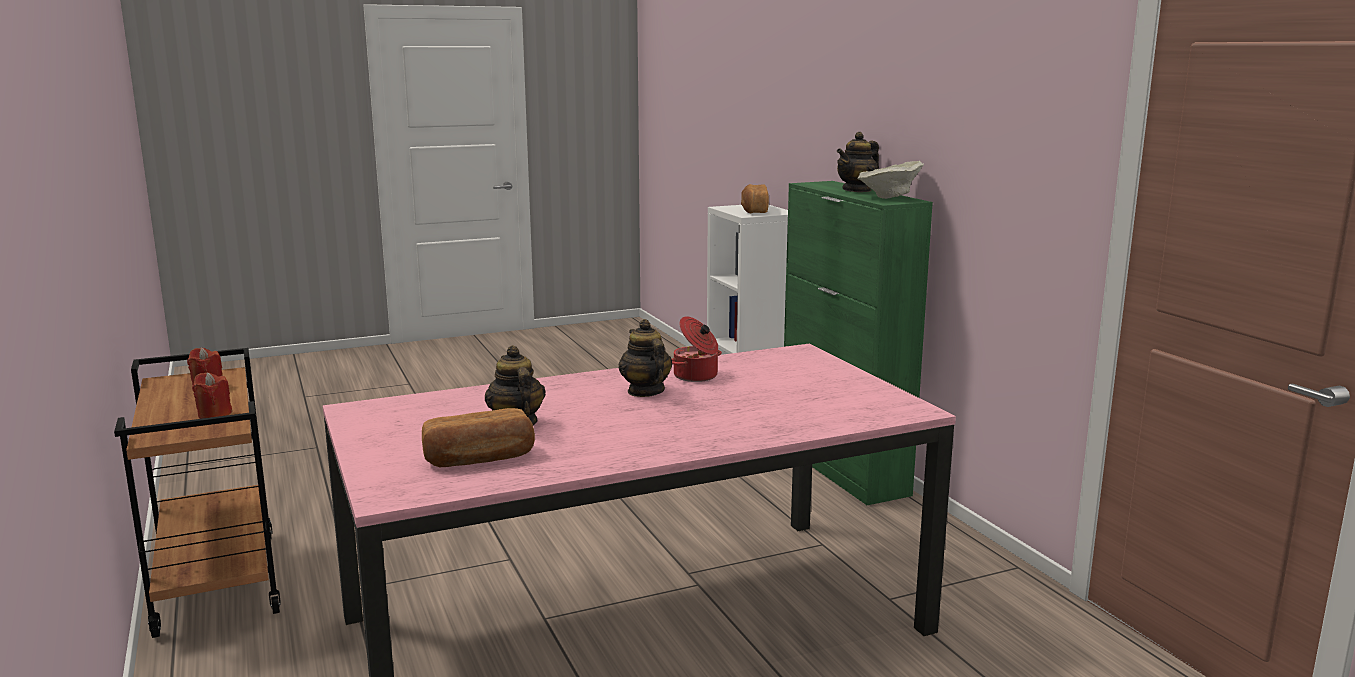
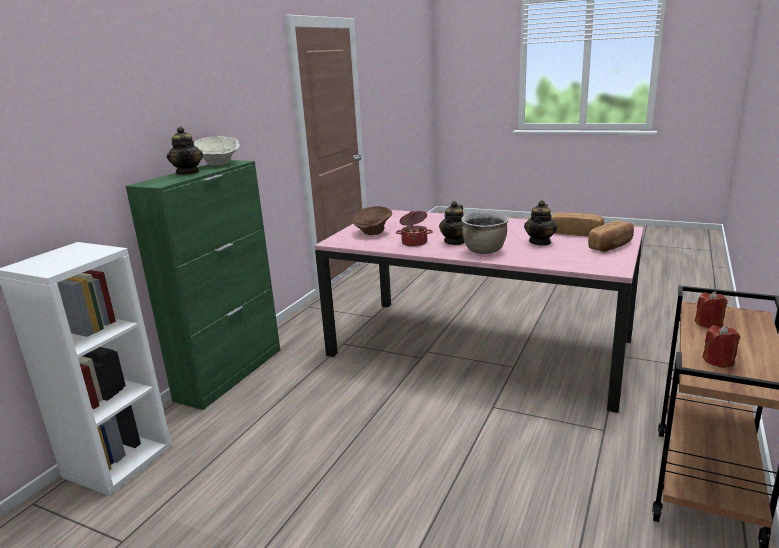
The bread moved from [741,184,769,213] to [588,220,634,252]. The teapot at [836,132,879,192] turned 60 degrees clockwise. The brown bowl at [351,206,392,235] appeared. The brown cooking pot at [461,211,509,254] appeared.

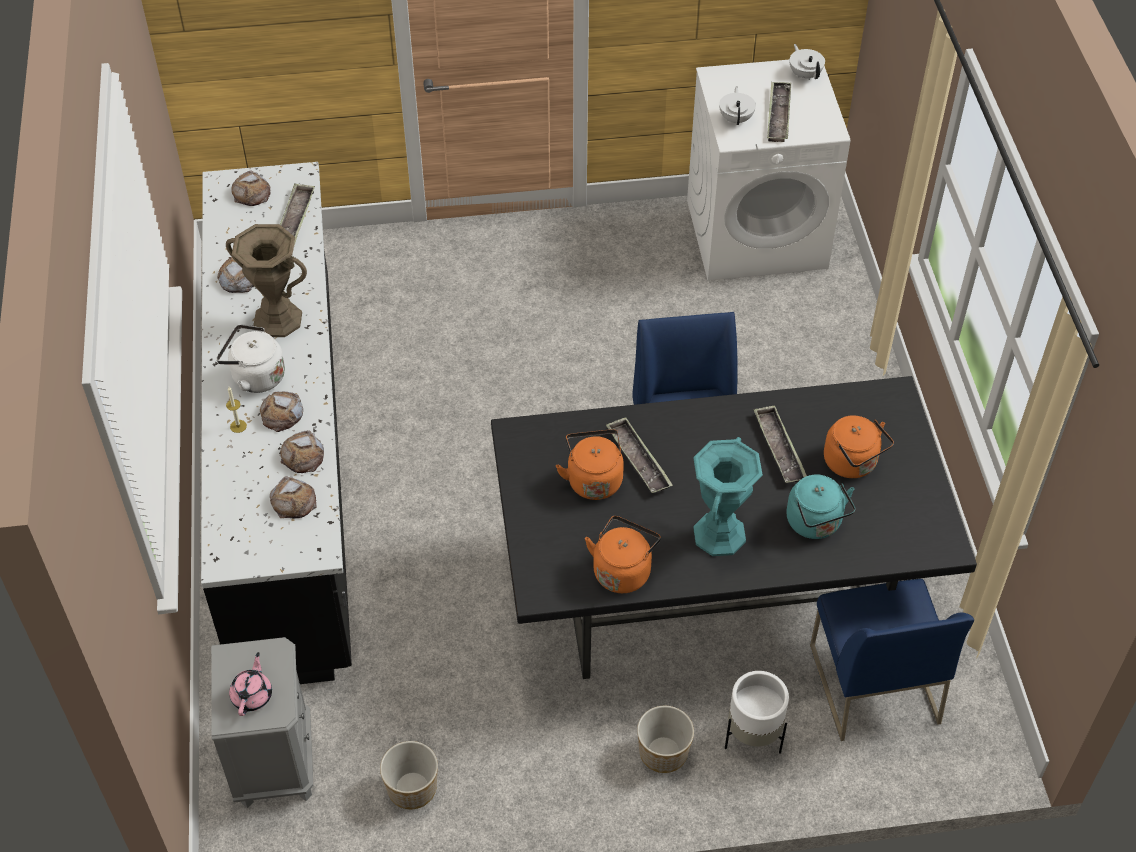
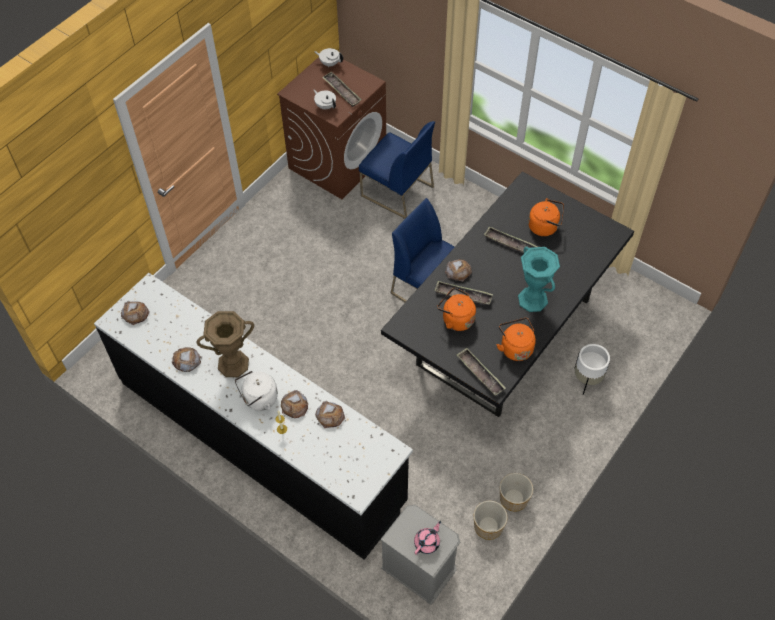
The pink teapot at [229,652,272,716] turned 75 degrees clockwise. The bread moved from [270,476,317,518] to [445,259,472,281]. The tray moved from [280,183,315,246] to [456,348,506,396]. The planter moved from [637,706,694,773] to [500,473,533,512]. The white washing machine at [687,59,851,280] became the brown washing machine at [277,57,386,199]. The turquoise kettle at [786,474,856,539] disappeared. The blue chair moved from [810,579,974,741] to [359,121,435,219].

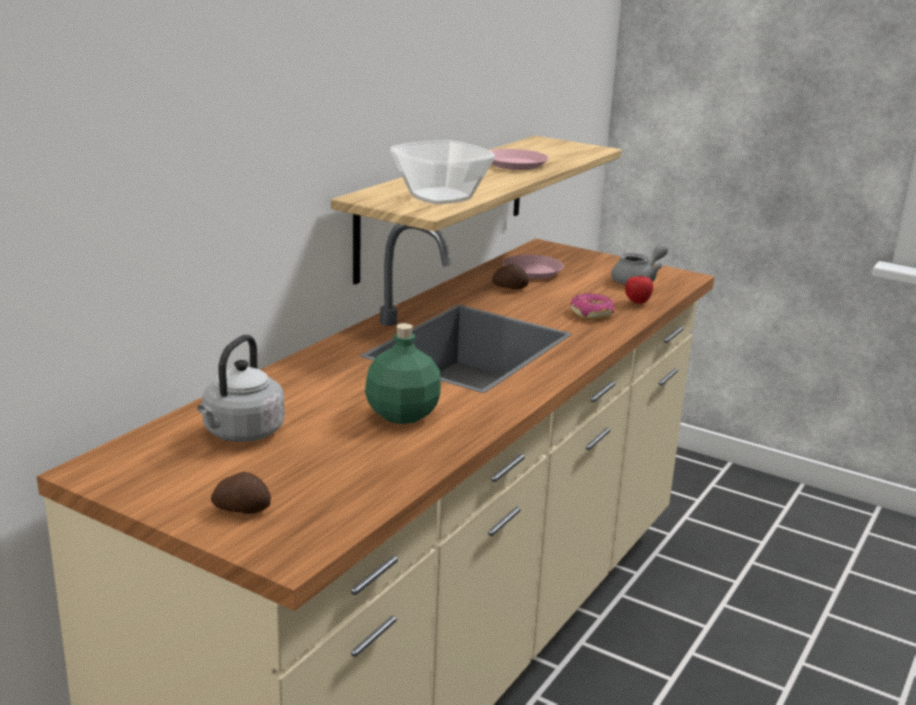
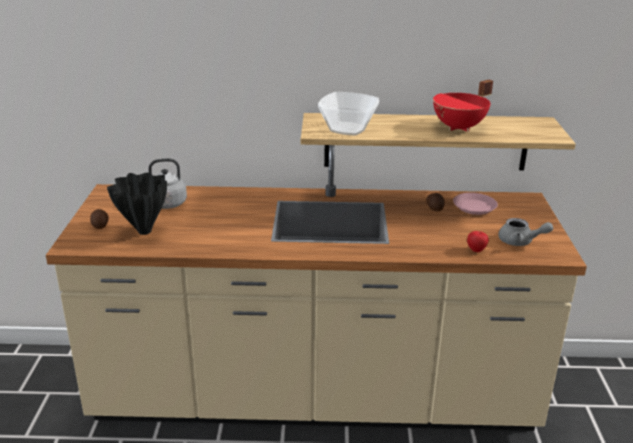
The green bottle at [365,323,441,424] disappeared. The pink plate at [491,149,549,170] was replaced by the red cooking pot at [433,80,493,132]. The donut at [570,293,615,319] disappeared. The black vase at [107,173,167,235] appeared.

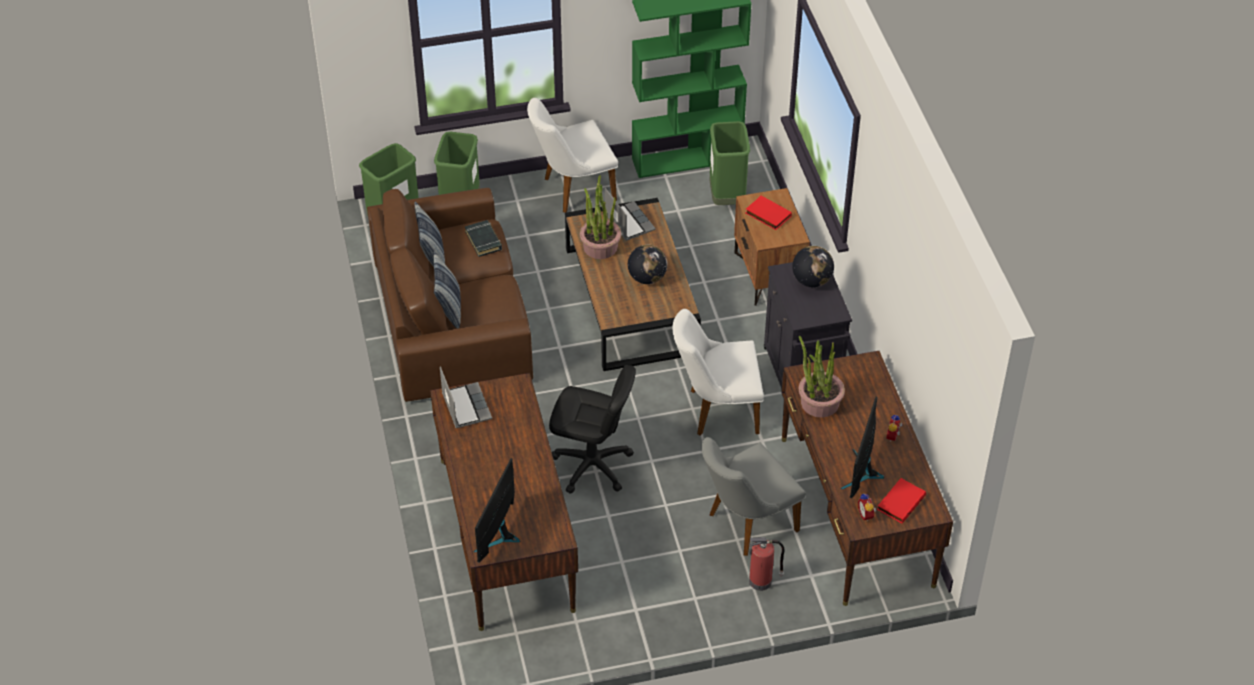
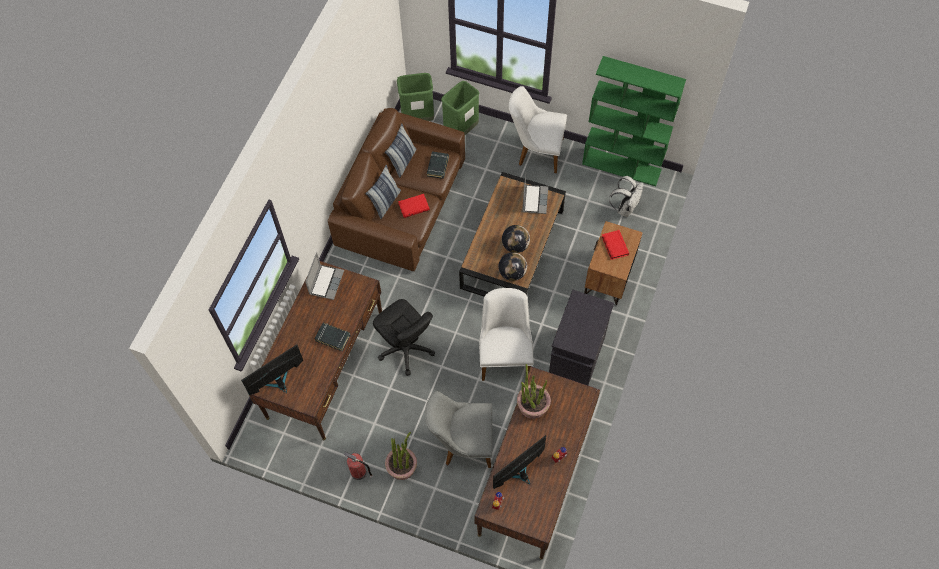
The potted plant moved from [580,175,621,259] to [385,432,417,480]. The white chair at [673,309,764,436] turned 60 degrees clockwise. The green trash can at [710,121,750,205] was replaced by the white backpack at [609,176,643,217]. The fire extinguisher moved from [749,537,784,591] to [344,452,373,480]. The globe moved from [792,246,834,287] to [499,252,527,281]. The red book moved from [877,478,926,524] to [398,194,430,218]. The black book at [314,323,351,351] appeared.

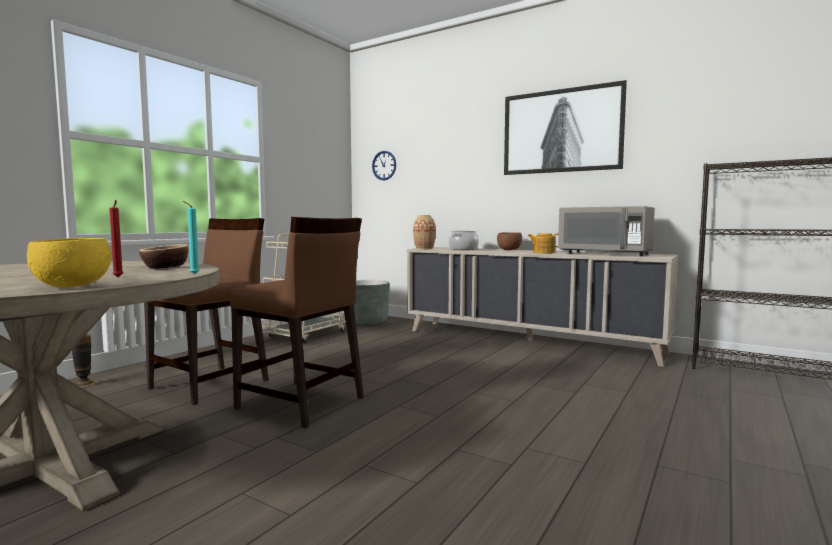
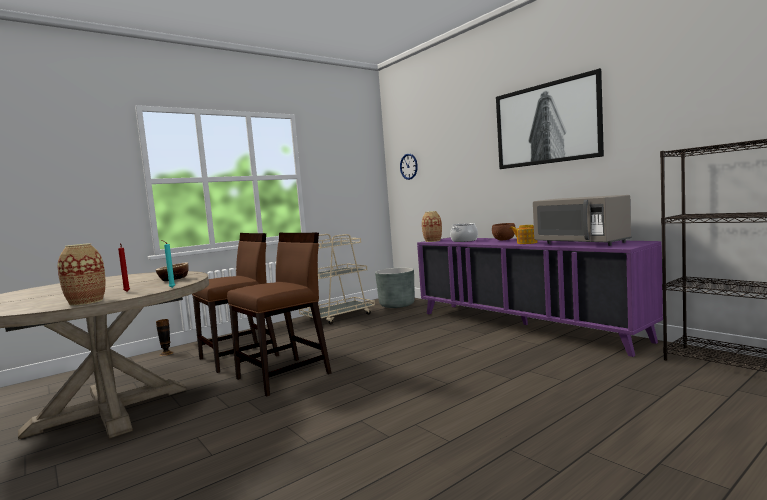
The yellow bowl at [27,238,111,288] was replaced by the vase at [58,243,106,306]. The brown chair at [229,217,364,429] turned 90 degrees counterclockwise. The beige cabinet at [407,247,678,367] became the purple cabinet at [417,237,663,357].

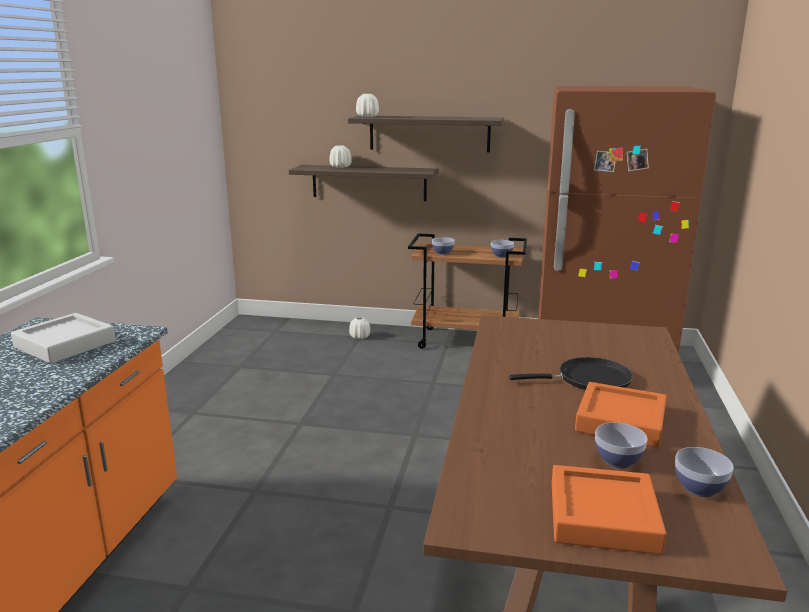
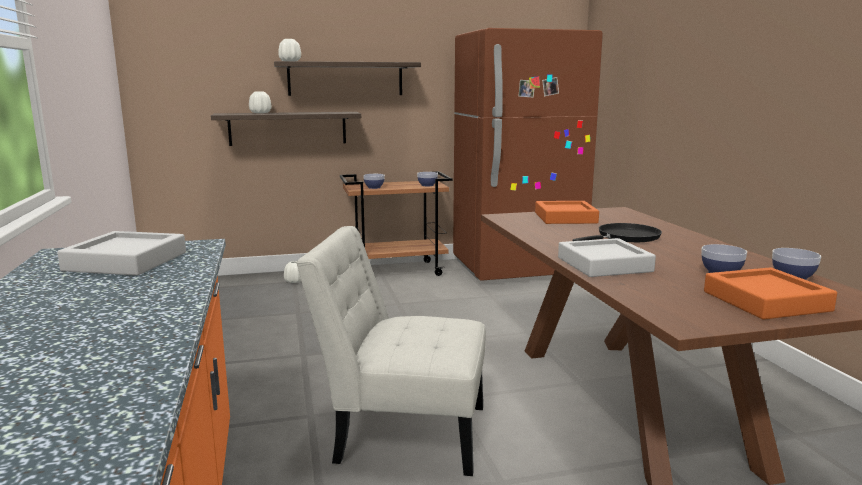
The orange tray moved from [575,382,667,447] to [535,201,599,224]. The white chair at [296,226,486,476] appeared. The grey tray at [558,238,656,277] appeared.

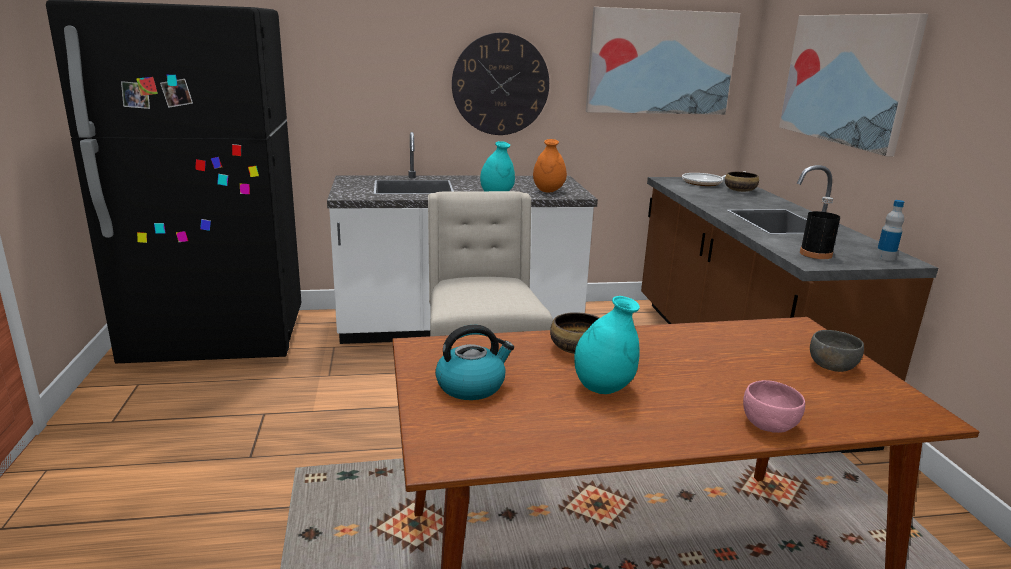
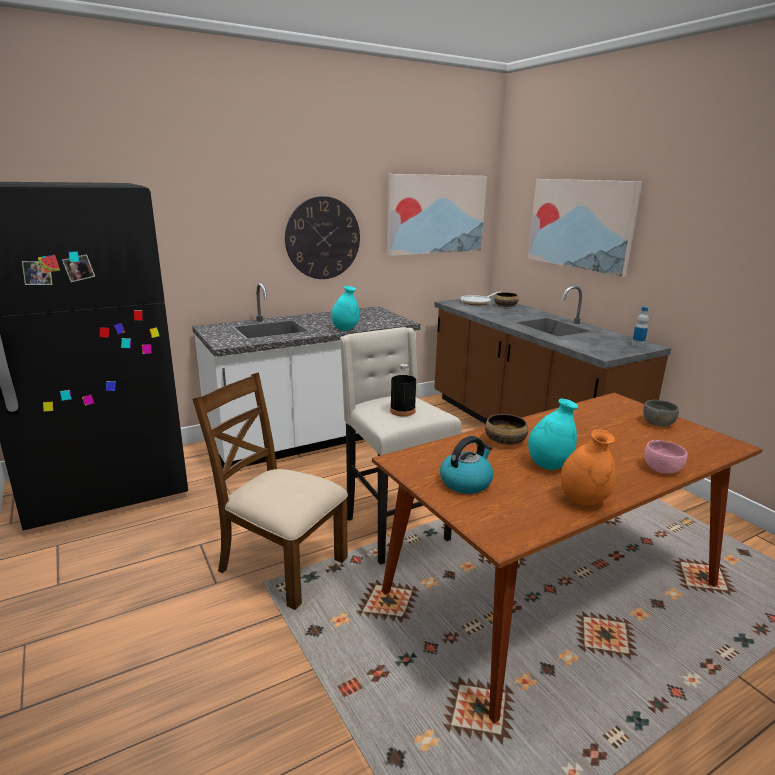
The orange vase moved from [533,139,567,193] to [561,430,616,506]. The black bottle moved from [800,197,840,259] to [390,364,416,416]. The brown chair at [193,372,348,610] appeared.

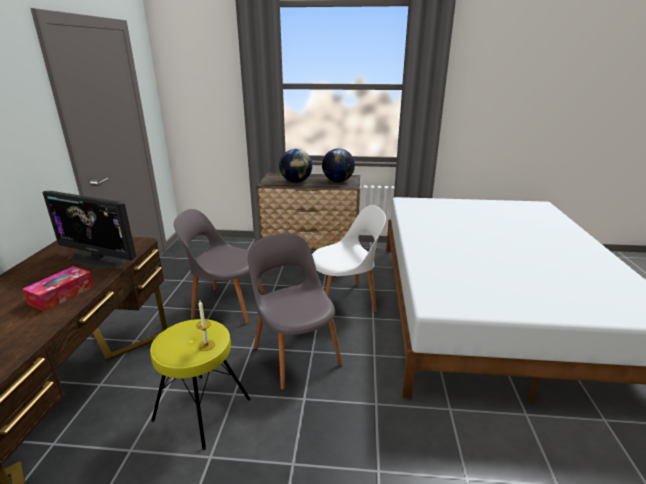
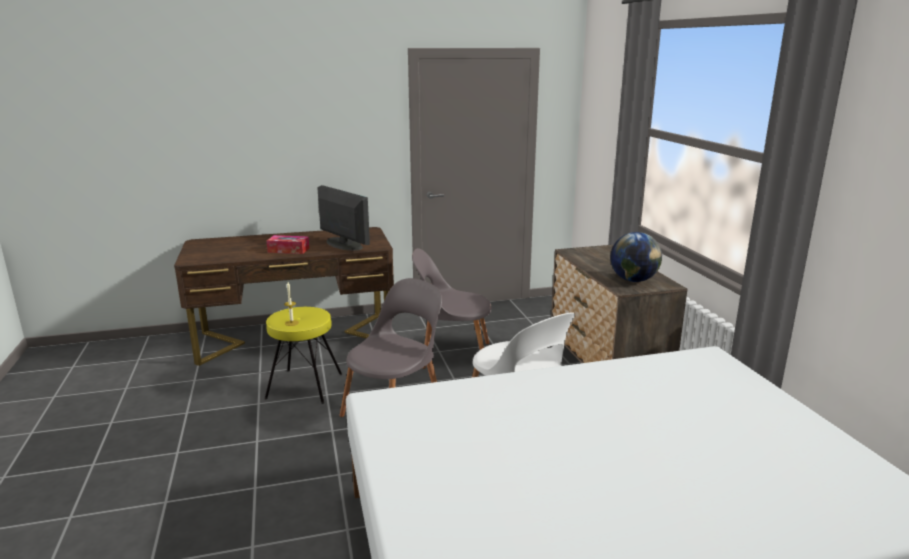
The monitor at [42,191,136,268] turned 135 degrees clockwise. The grey chair at [174,209,265,324] turned 75 degrees counterclockwise. The globe at [279,149,312,182] disappeared.

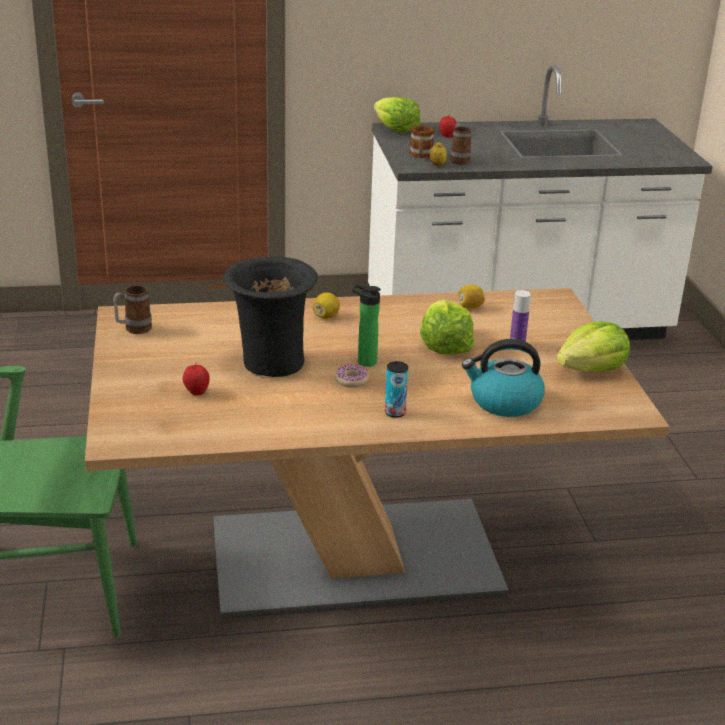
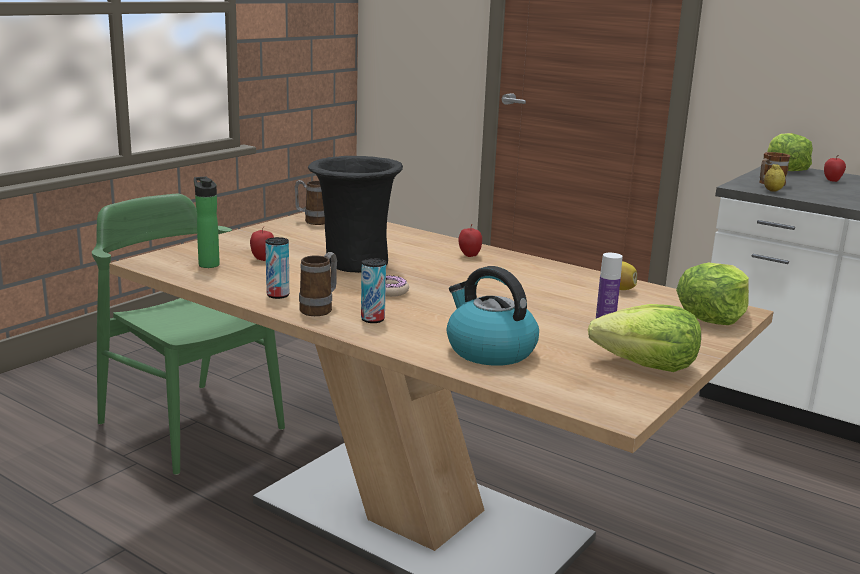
The lemon at [313,292,340,319] was replaced by the apple at [458,224,482,257]. The bottle moved from [352,284,381,367] to [194,177,220,268]. The lettuce moved from [420,299,474,355] to [676,263,749,325]. The mug moved from [450,123,472,164] to [299,252,337,316]. The can at [265,237,290,299] appeared.

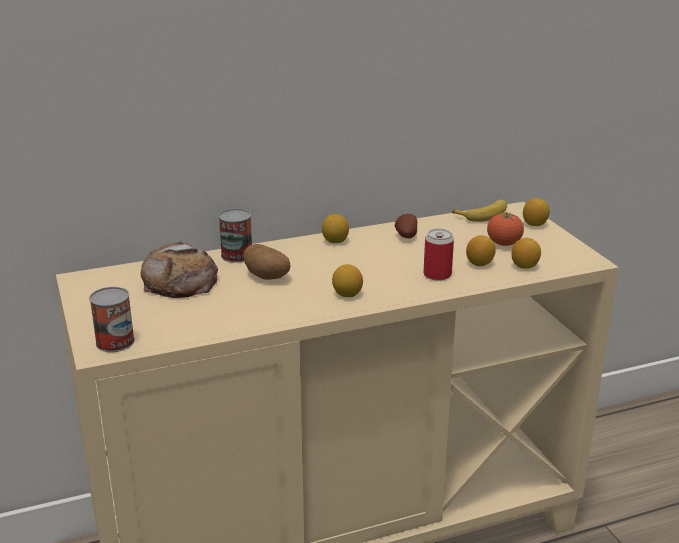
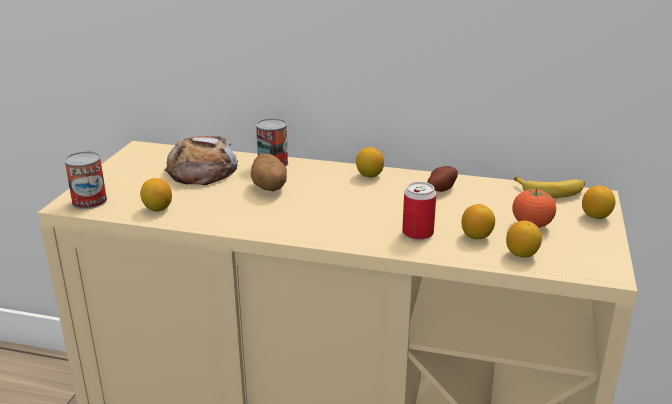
The lemon moved from [332,264,363,297] to [140,178,172,212].

